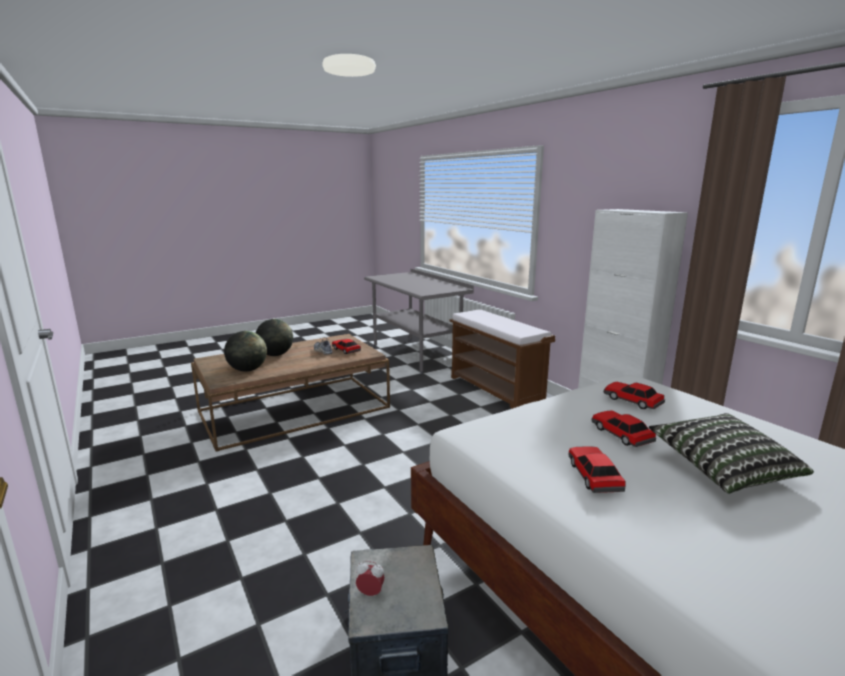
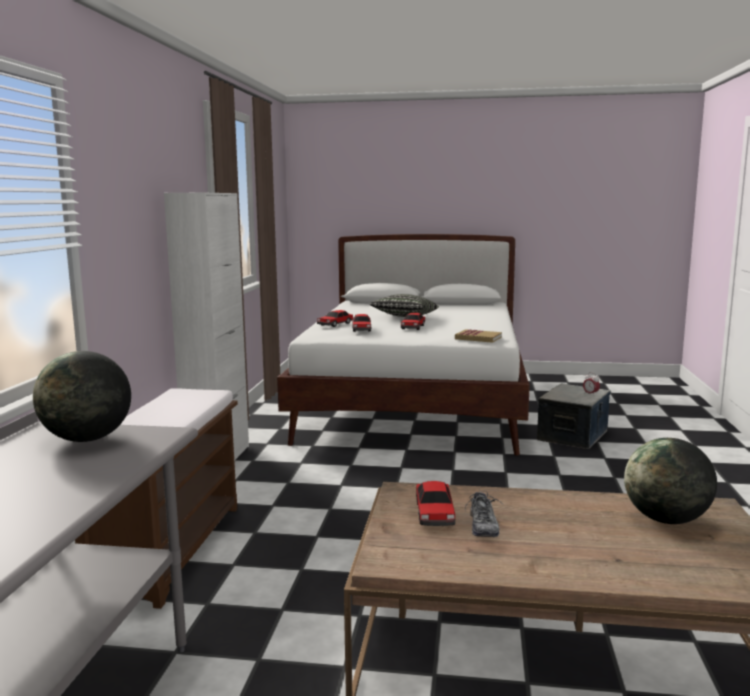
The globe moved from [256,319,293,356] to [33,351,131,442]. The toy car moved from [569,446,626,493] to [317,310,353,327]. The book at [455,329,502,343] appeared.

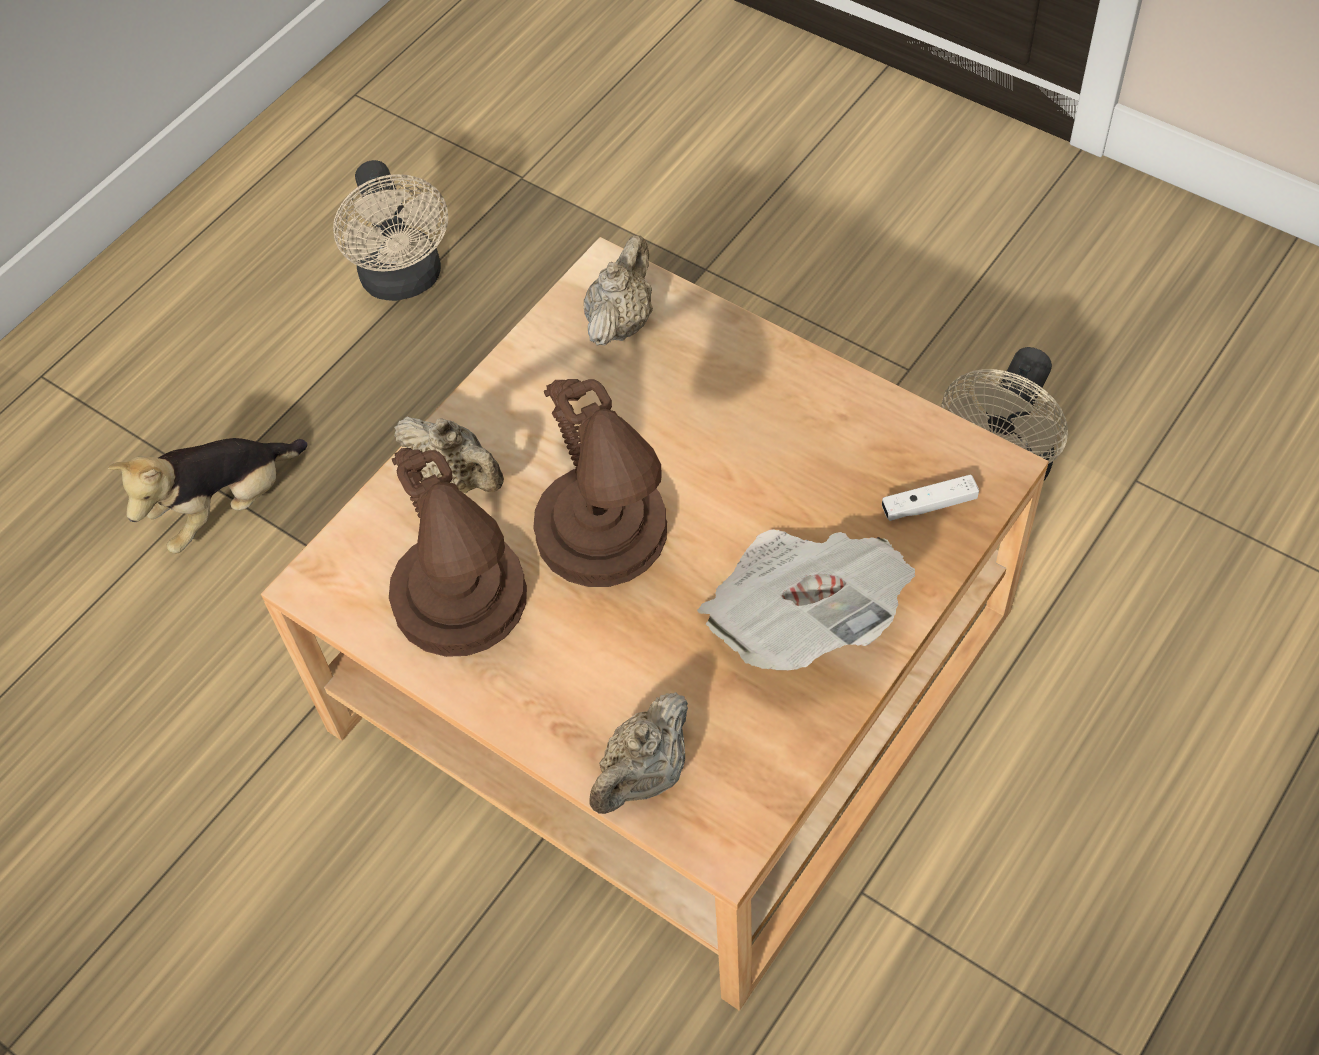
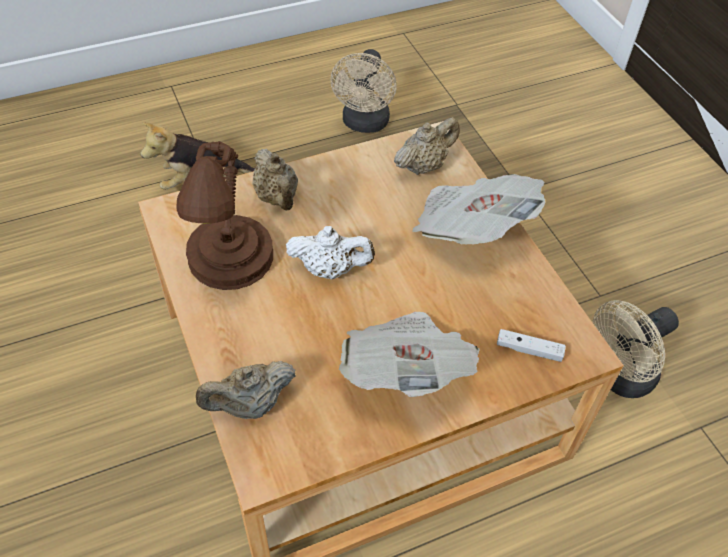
The brown table lamp at [533,379,667,587] was replaced by the white teapot at [286,226,375,279]. The newspaper at [412,174,545,245] appeared.

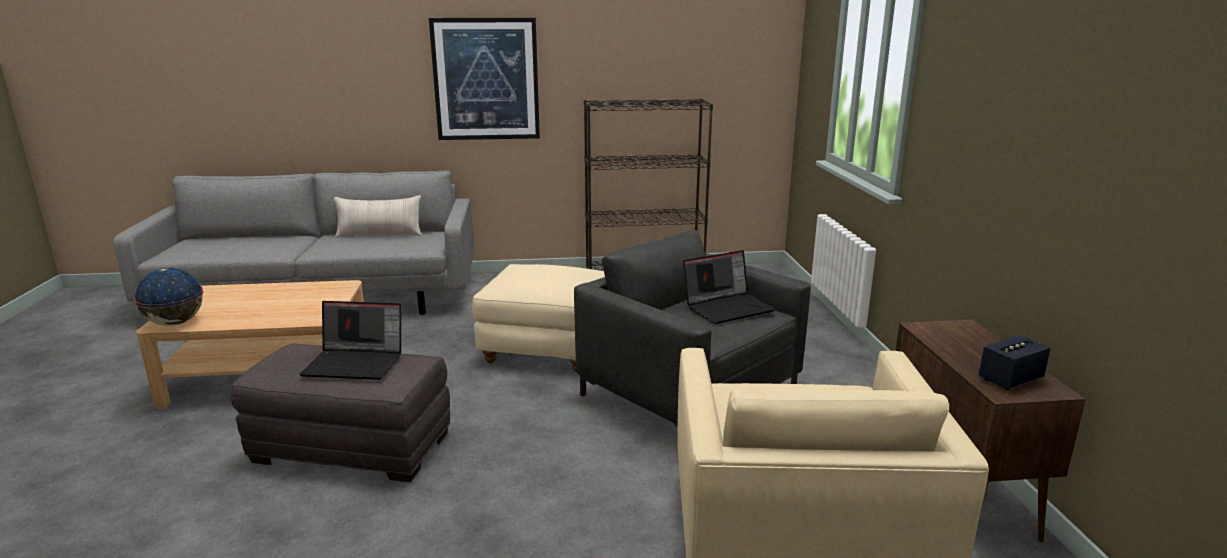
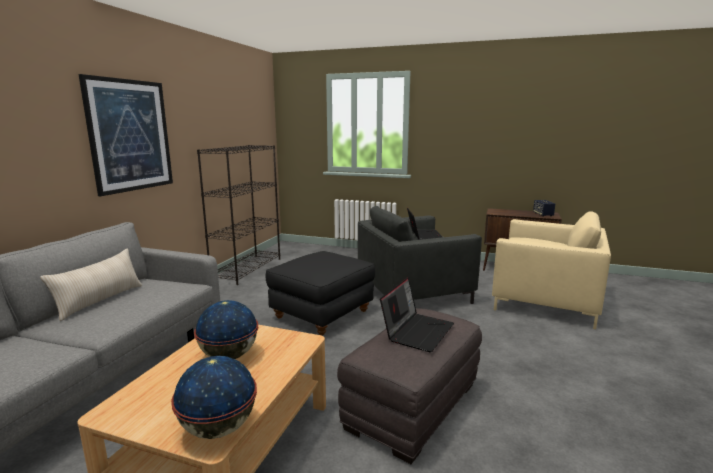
The beige ottoman at [472,264,605,373] became the black ottoman at [266,251,375,335]. The globe at [194,300,258,359] appeared.

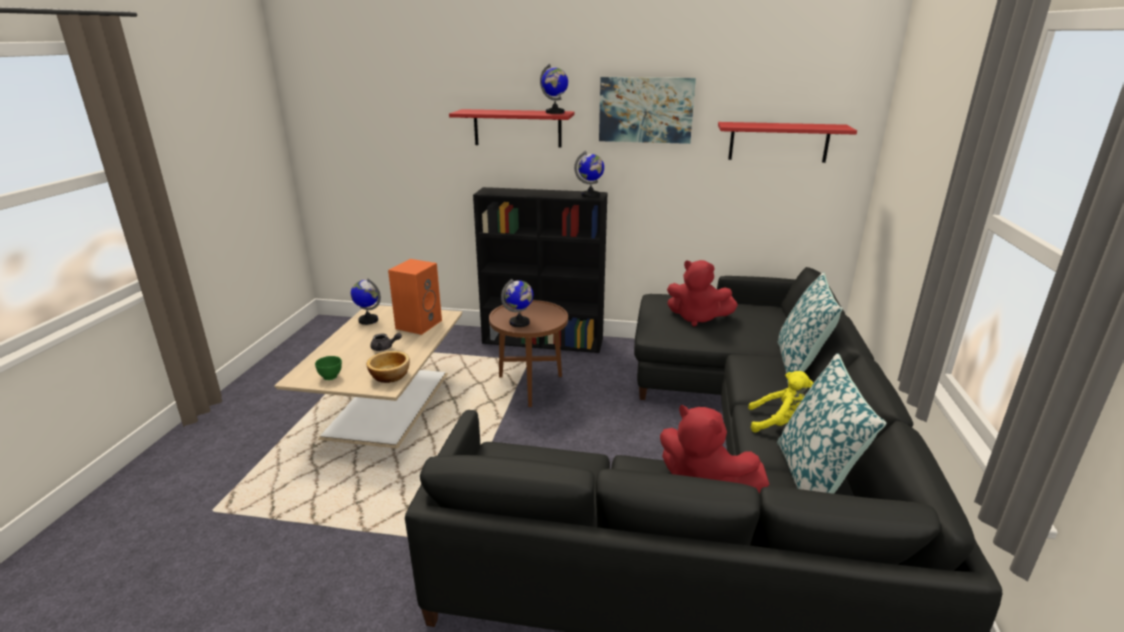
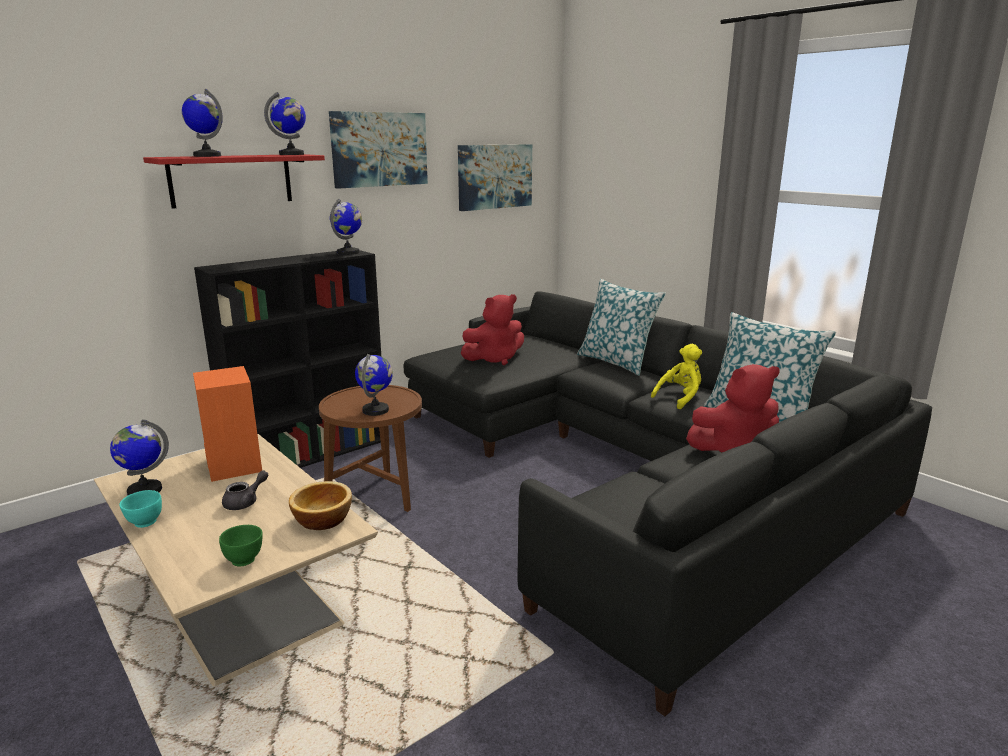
The red shelf at [718,122,857,163] was replaced by the picture at [458,144,532,211]. The turquoise bowl at [119,490,162,528] appeared. The globe at [182,89,223,157] appeared.

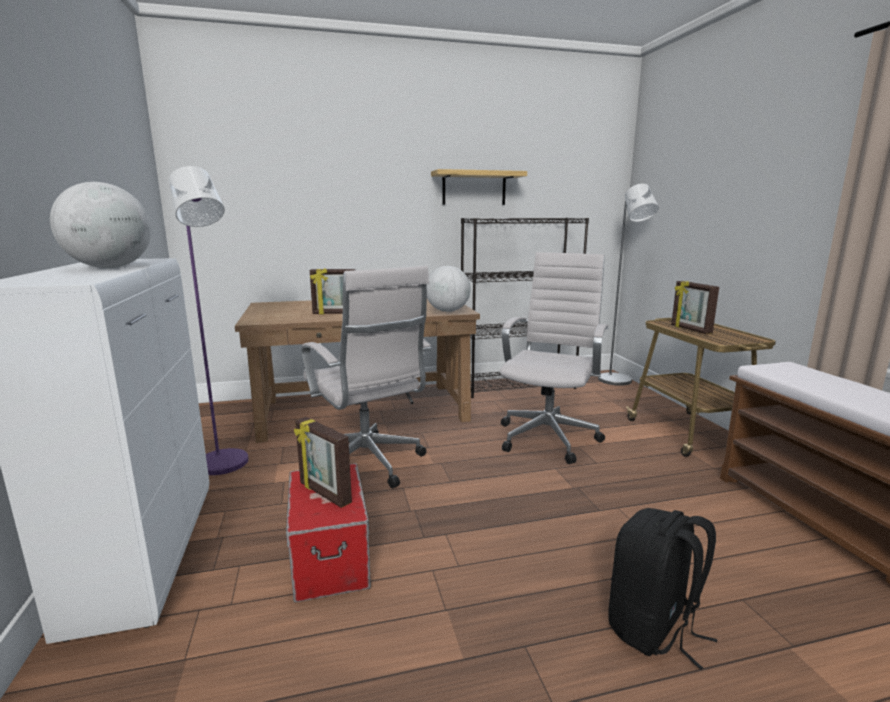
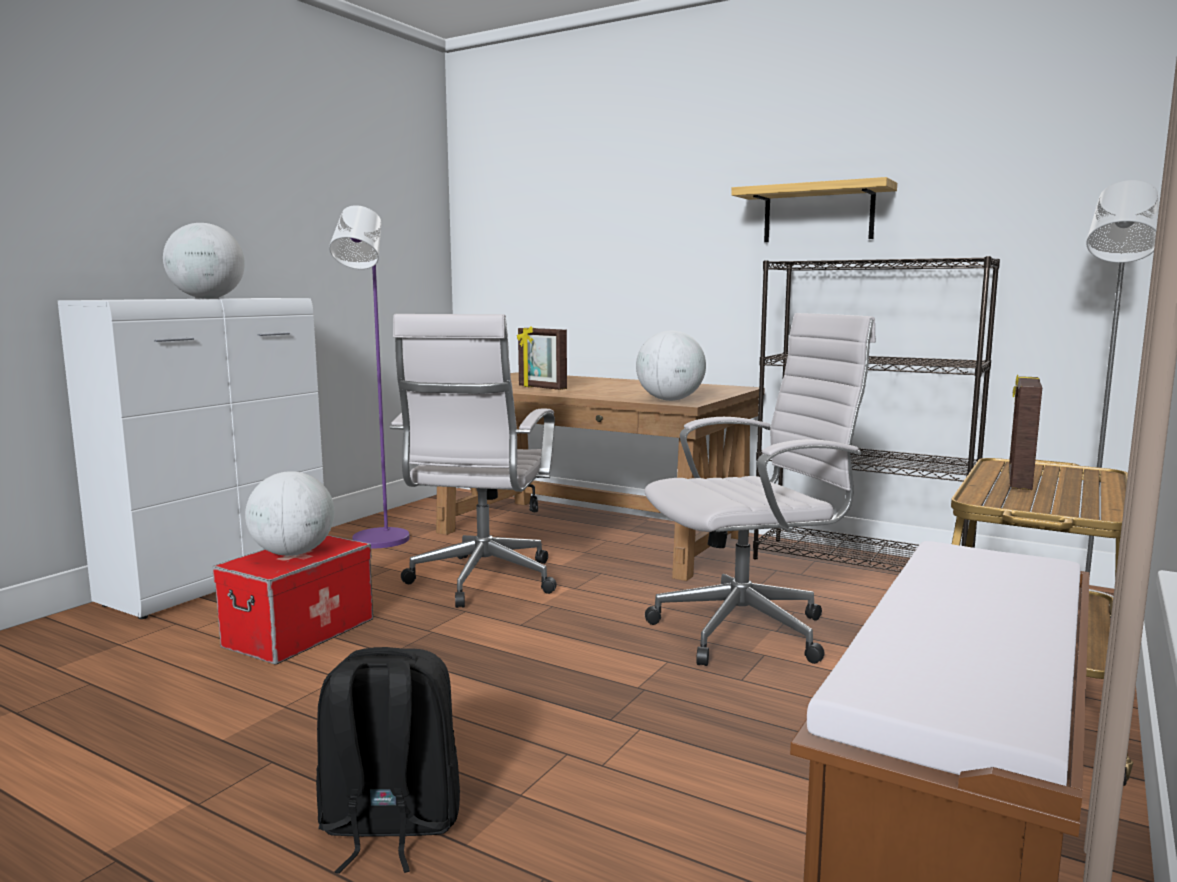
The picture frame at [294,417,352,508] was replaced by the globe at [245,471,334,556].

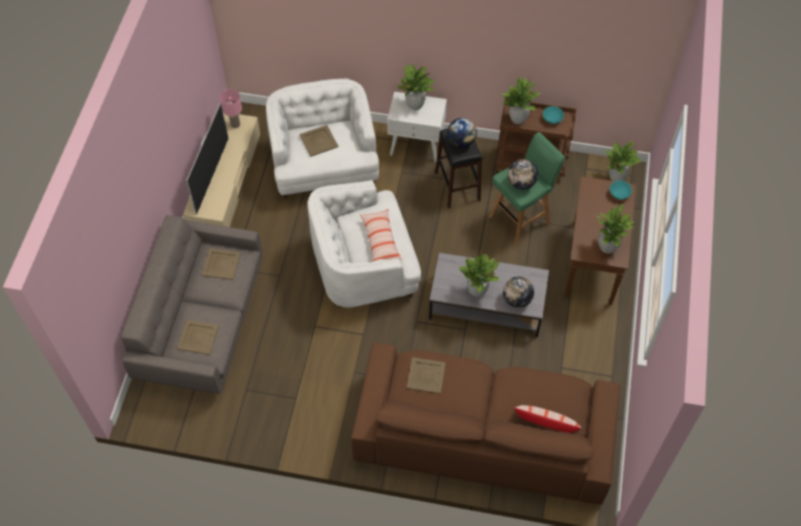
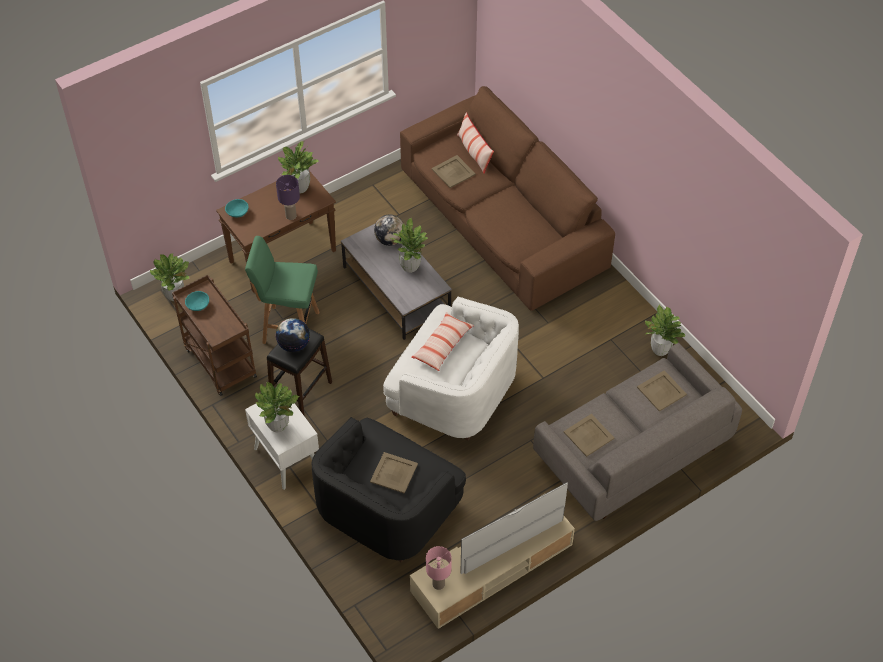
The white armchair at [266,79,379,199] became the black armchair at [312,417,466,562]. The beige tray moved from [407,357,446,394] to [432,155,476,188]. The potted plant moved from [502,77,540,124] to [645,304,685,356]. The globe at [508,159,538,190] disappeared. The purple table lamp at [276,175,300,220] appeared.

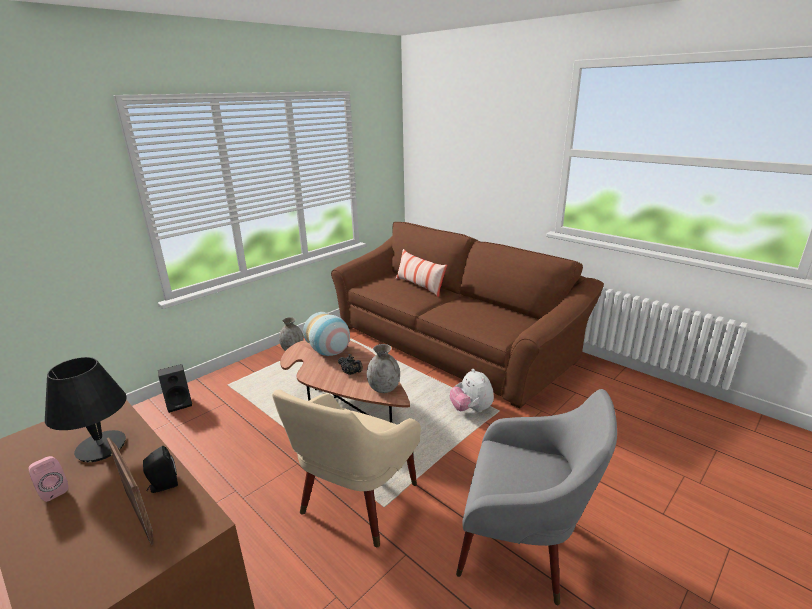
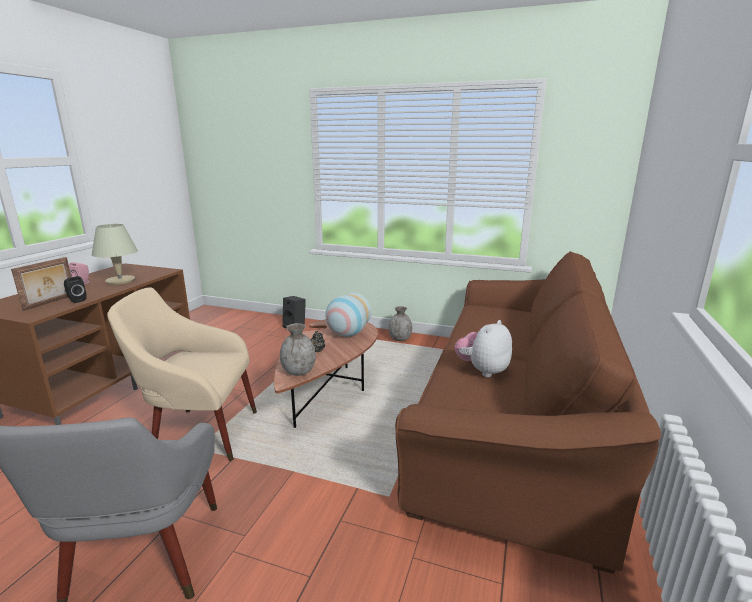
The black table lamp at [45,357,127,462] became the beige table lamp at [92,224,138,285]. The pillow at [396,249,447,297] disappeared. The plush toy moved from [450,369,494,412] to [455,320,512,377].

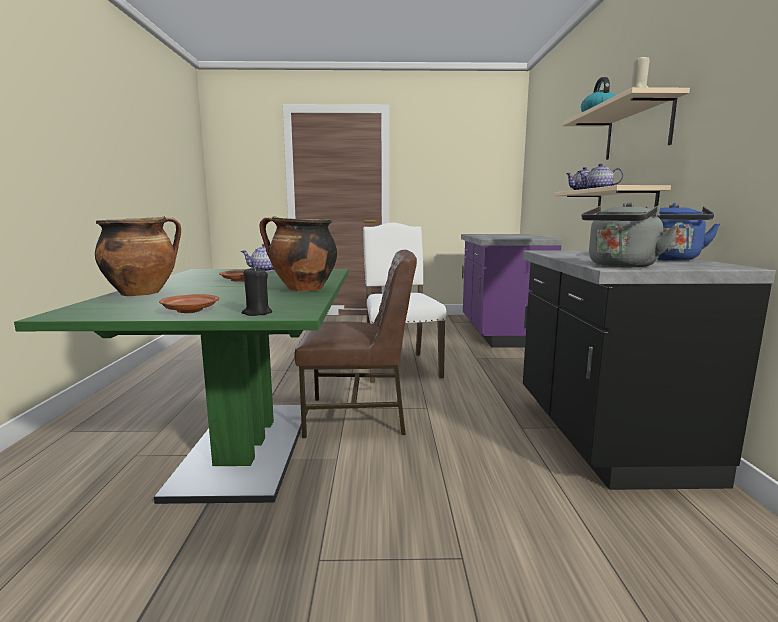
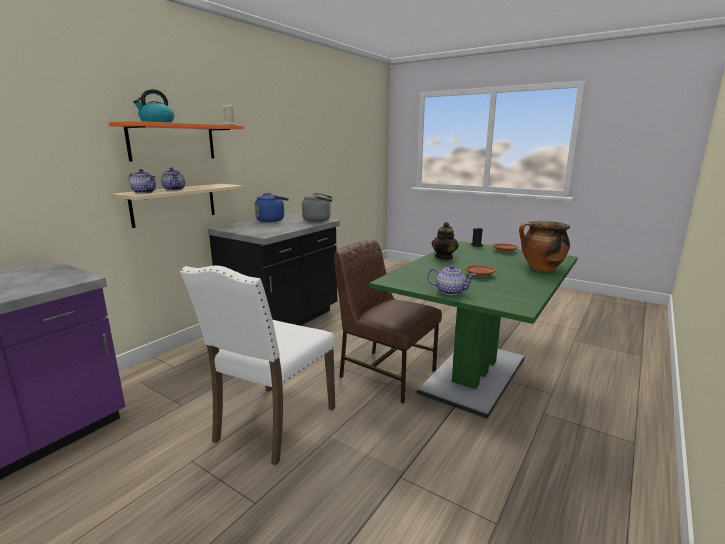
The cooking pot at [259,216,337,291] was replaced by the teapot at [431,222,459,260]. The beige shelf at [562,87,690,160] became the orange shelf at [109,121,244,161].

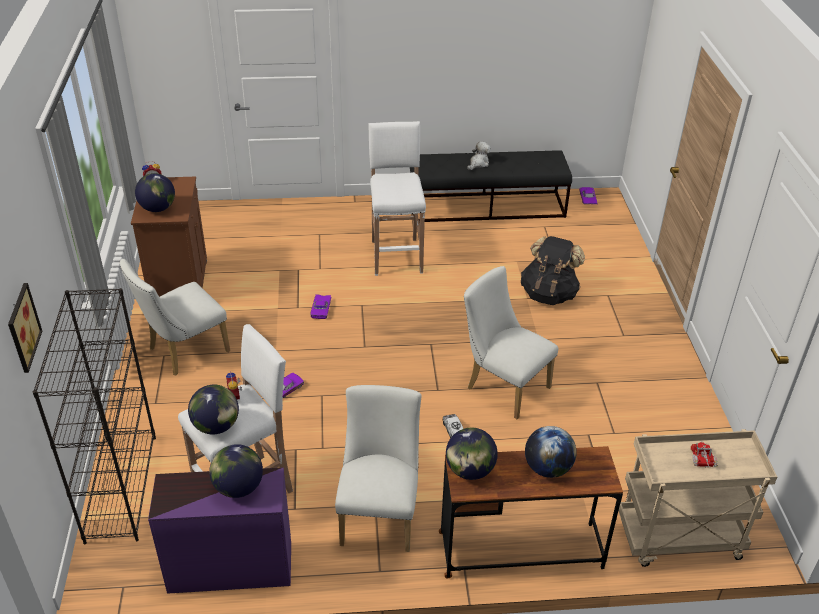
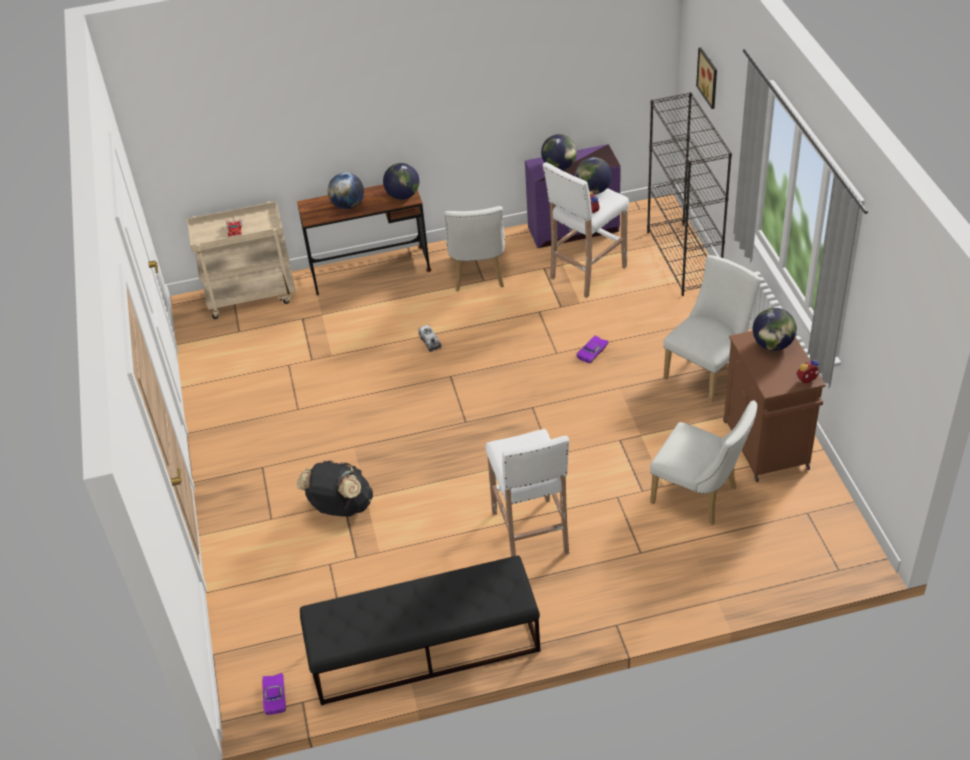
The purple toy car at [310,294,331,319] disappeared. The white chair moved from [464,266,558,419] to [650,400,757,525]. The plush toy at [467,141,491,170] disappeared.

